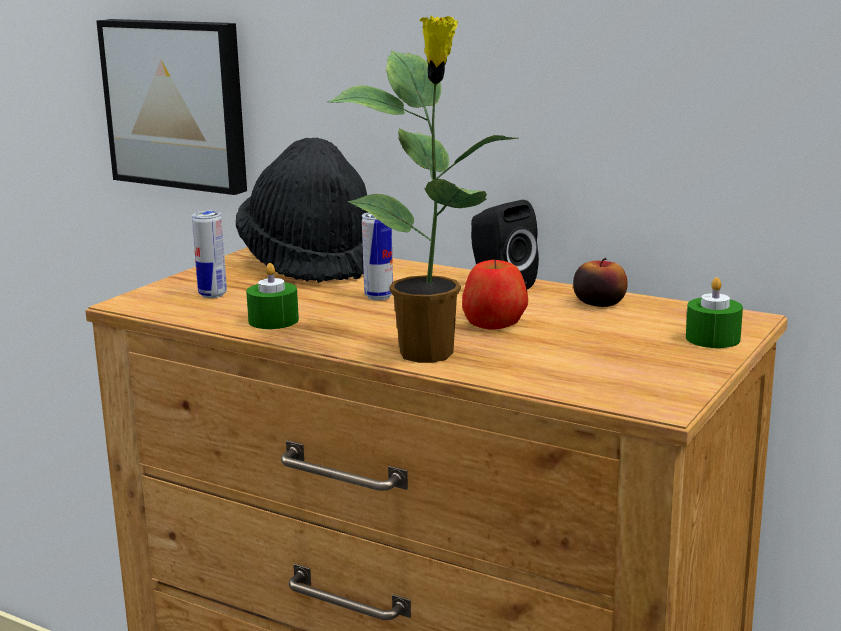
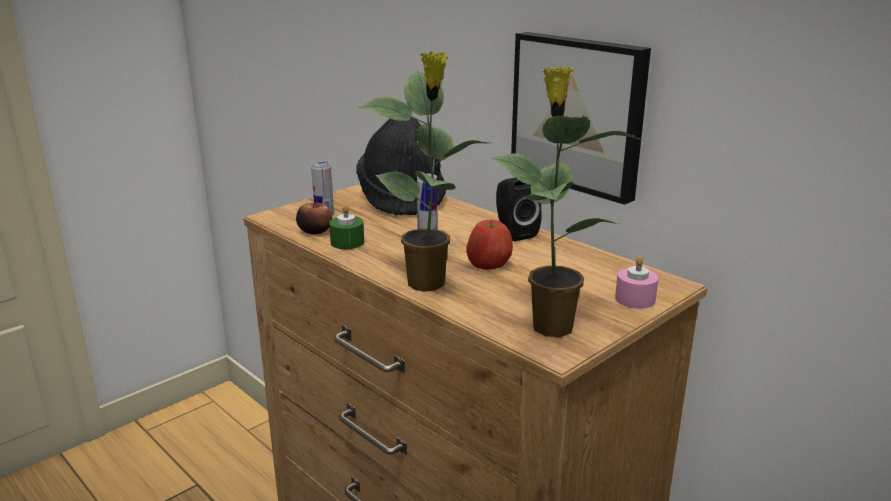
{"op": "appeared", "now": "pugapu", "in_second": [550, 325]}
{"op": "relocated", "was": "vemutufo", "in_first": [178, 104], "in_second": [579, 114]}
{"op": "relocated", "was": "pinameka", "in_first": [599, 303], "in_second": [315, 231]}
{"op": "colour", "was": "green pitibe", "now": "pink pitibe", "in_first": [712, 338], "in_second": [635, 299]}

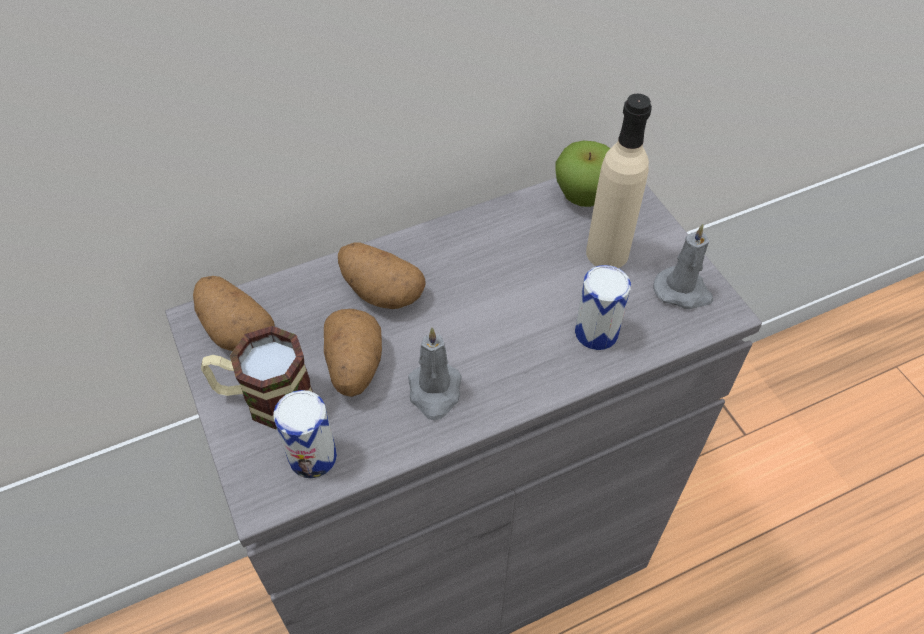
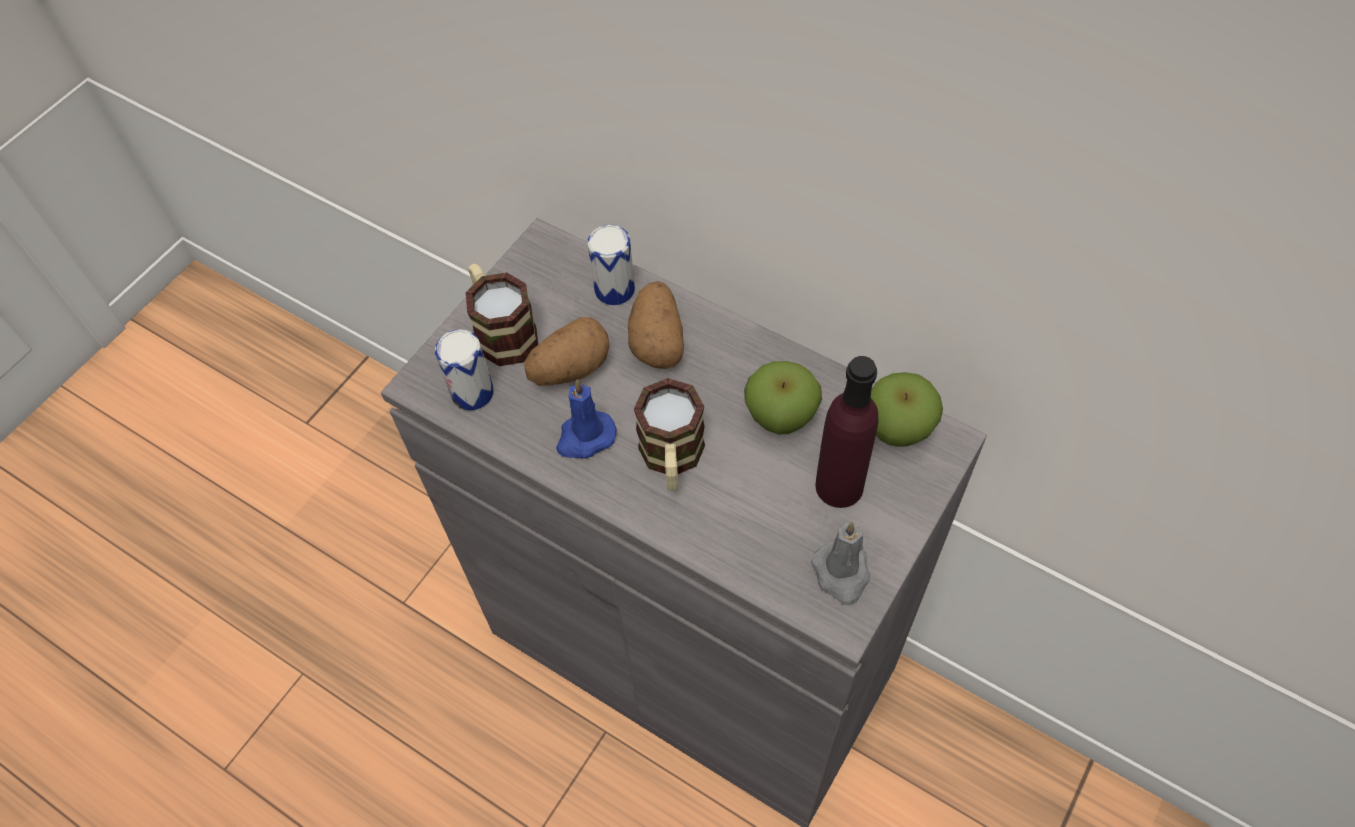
{"op": "missing", "was": "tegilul", "in_first": [235, 329]}
{"op": "appeared", "now": "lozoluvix", "in_second": [672, 460]}
{"op": "appeared", "now": "pinameka", "in_second": [780, 418]}
{"op": "relocated", "was": "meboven", "in_first": [596, 332], "in_second": [614, 289]}
{"op": "colour", "was": "grey pitibe", "now": "blue pitibe", "in_first": [435, 392], "in_second": [585, 437]}
{"op": "colour", "was": "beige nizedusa", "now": "purple nizedusa", "in_first": [607, 253], "in_second": [839, 486]}

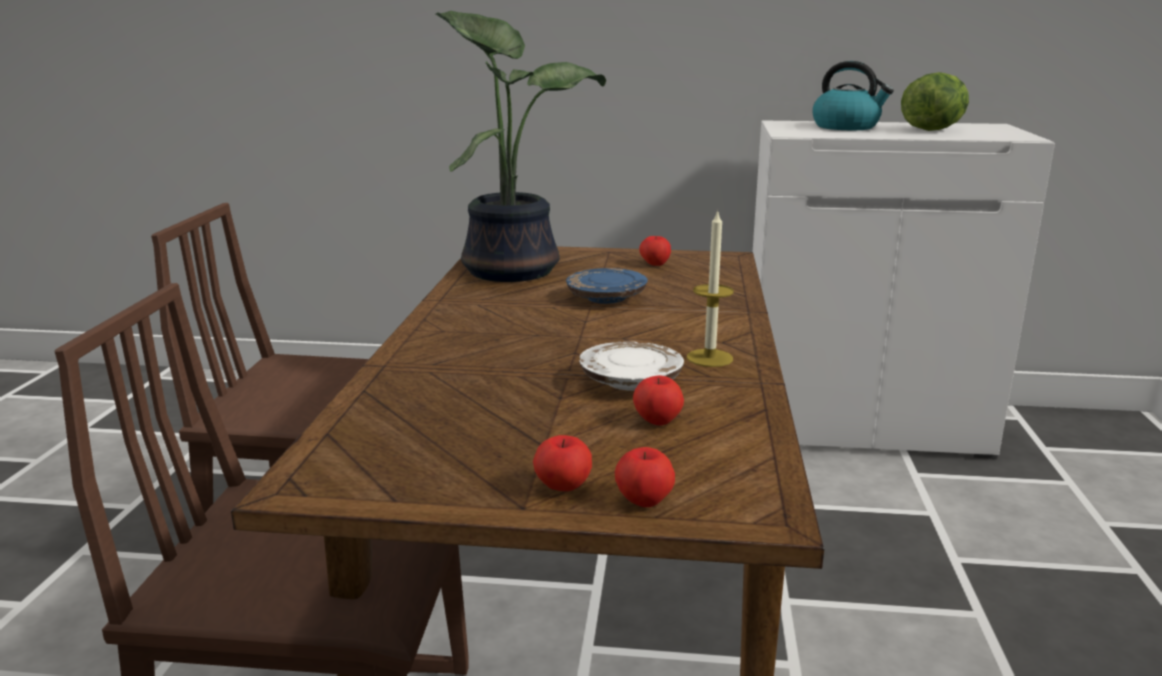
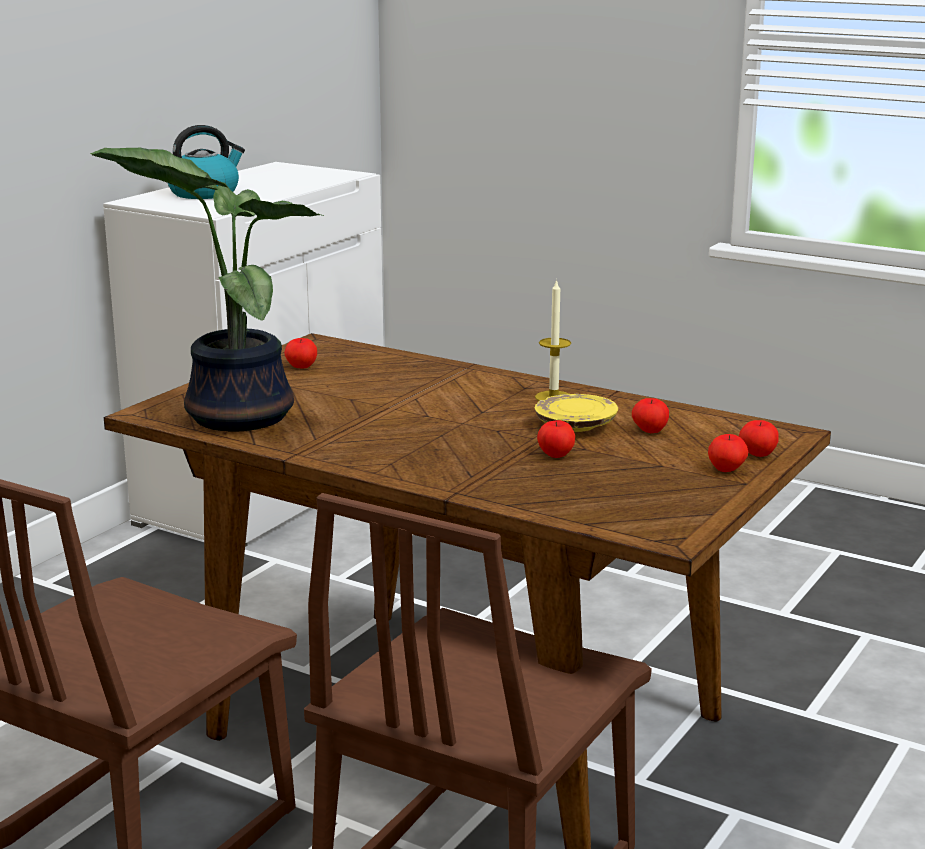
{"op": "missing", "was": "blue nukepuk", "in_first": [606, 298]}
{"op": "missing", "was": "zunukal", "in_first": [933, 130]}
{"op": "appeared", "now": "pinameka", "in_second": [556, 455]}
{"op": "colour", "was": "white nukepuk", "now": "yellow nukepuk", "in_first": [630, 381], "in_second": [575, 425]}

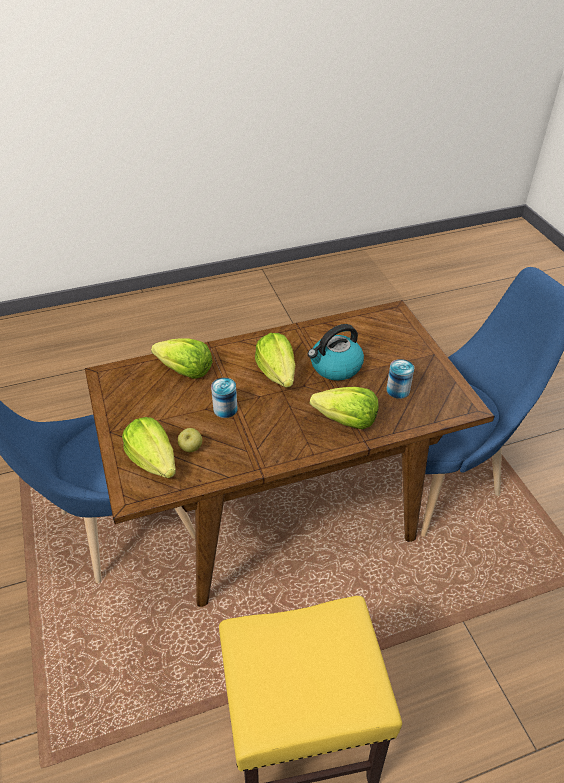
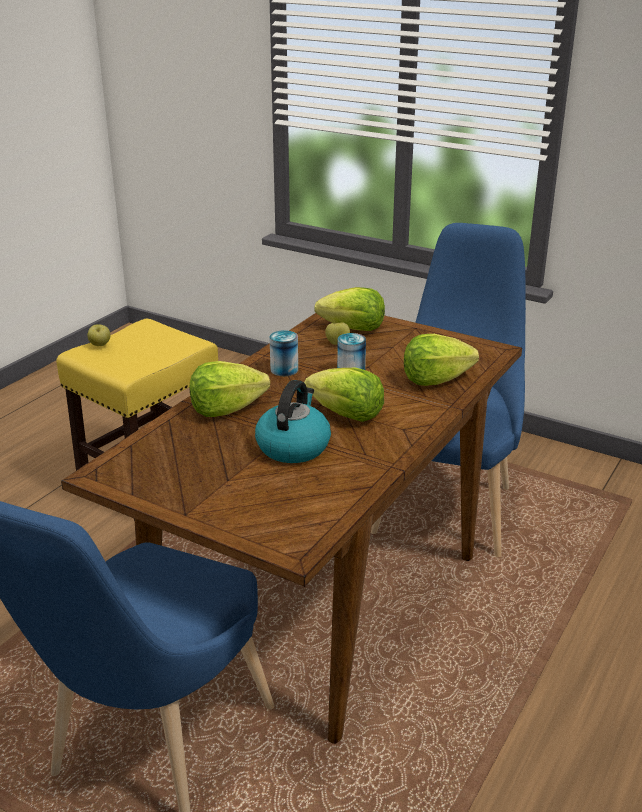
{"op": "appeared", "now": "pinameka", "in_second": [100, 345]}
{"op": "relocated", "was": "meboven", "in_first": [398, 390], "in_second": [284, 370]}

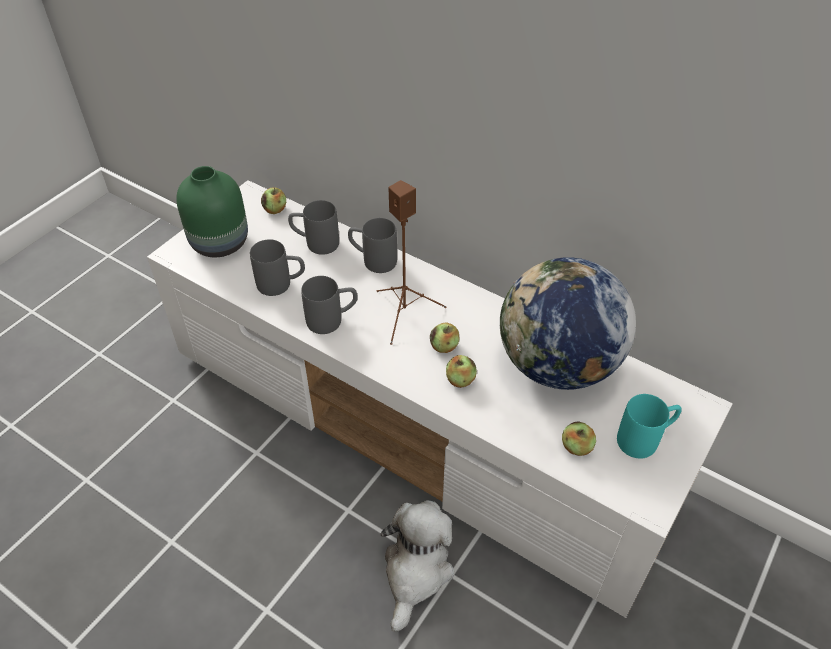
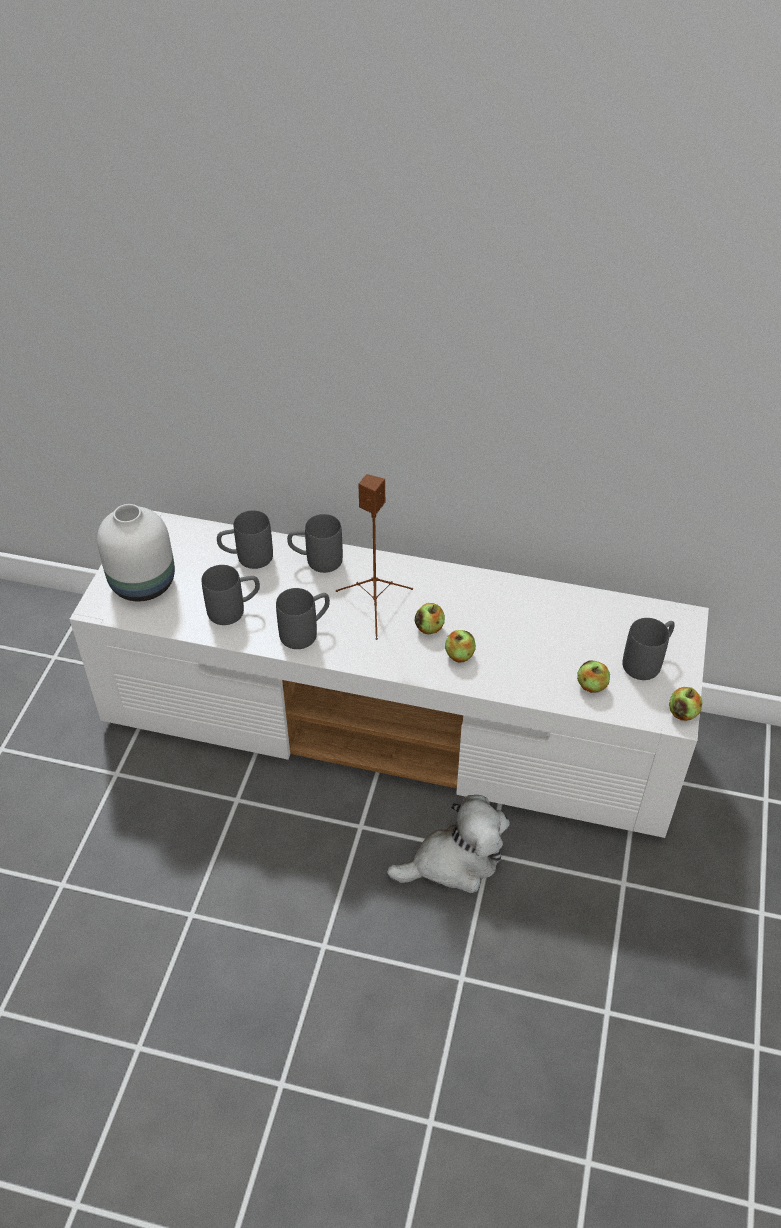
{"op": "missing", "was": "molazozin", "in_first": [557, 366]}
{"op": "relocated", "was": "pinameka", "in_first": [275, 210], "in_second": [682, 713]}
{"op": "colour", "was": "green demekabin", "now": "white demekabin", "in_first": [219, 242], "in_second": [141, 583]}
{"op": "colour", "was": "turquoise lozoluvix", "now": "grey lozoluvix", "in_first": [645, 439], "in_second": [647, 661]}
{"op": "spun", "was": "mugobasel", "in_first": [416, 571], "in_second": [454, 861], "clockwise": 75}

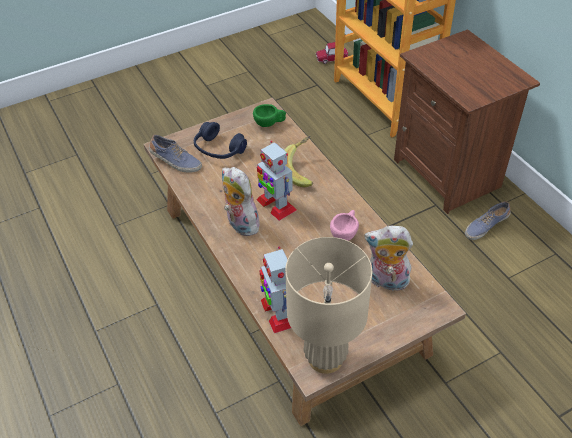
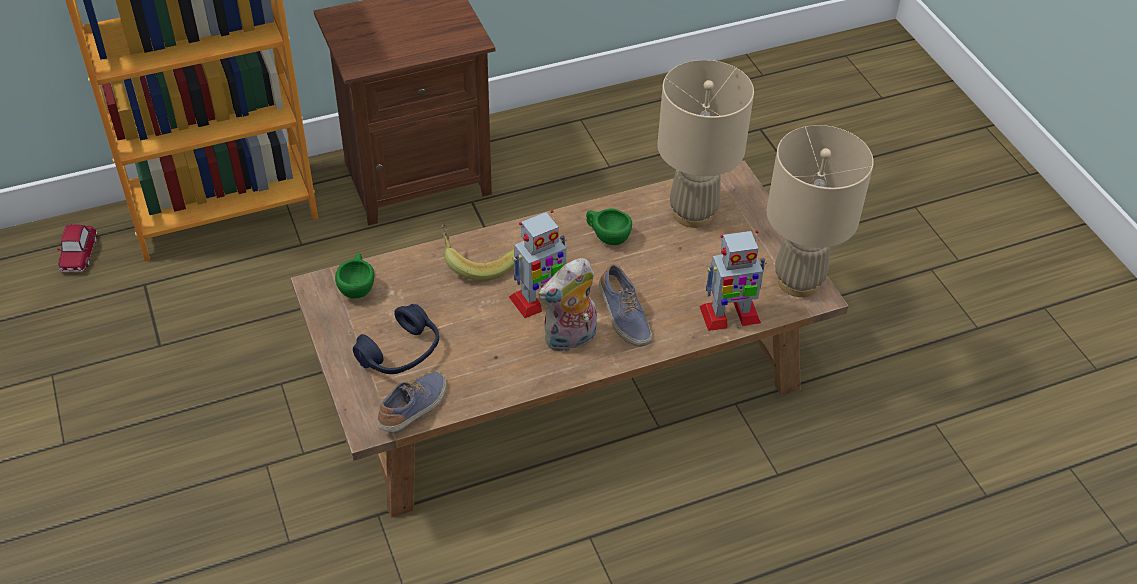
{"op": "relocated", "was": "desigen", "in_first": [485, 226], "in_second": [623, 316]}
{"op": "exchanged", "was": "mugobasel", "now": "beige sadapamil", "in_first": [386, 281], "in_second": [692, 213]}
{"op": "colour", "was": "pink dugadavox", "now": "green dugadavox", "in_first": [345, 232], "in_second": [607, 236]}

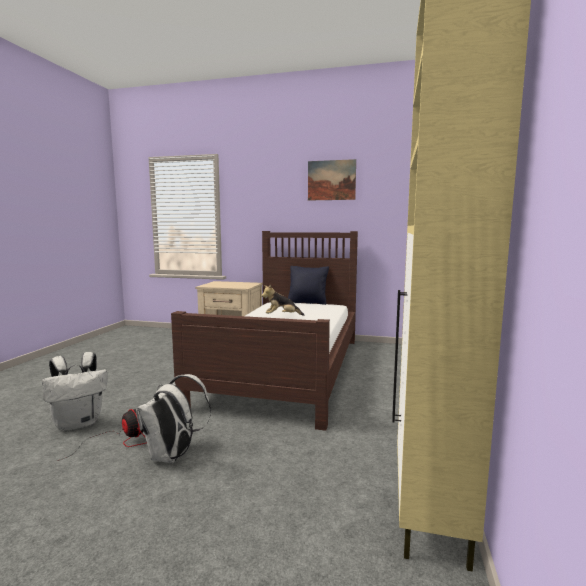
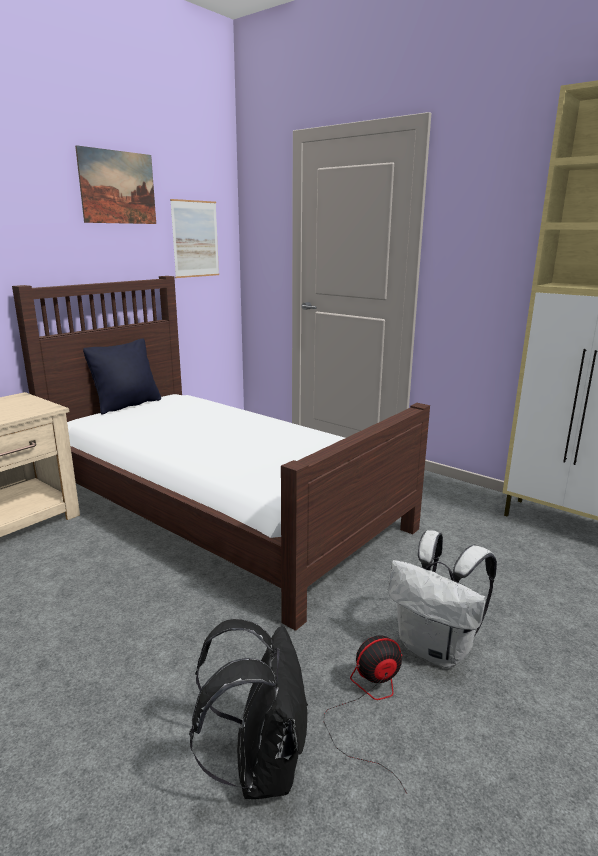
{"op": "missing", "was": "mugobasel", "in_first": [281, 316]}
{"op": "appeared", "now": "vemutufo", "in_second": [195, 239]}
{"op": "colour", "was": "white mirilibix", "now": "black mirilibix", "in_first": [79, 423], "in_second": [260, 765]}

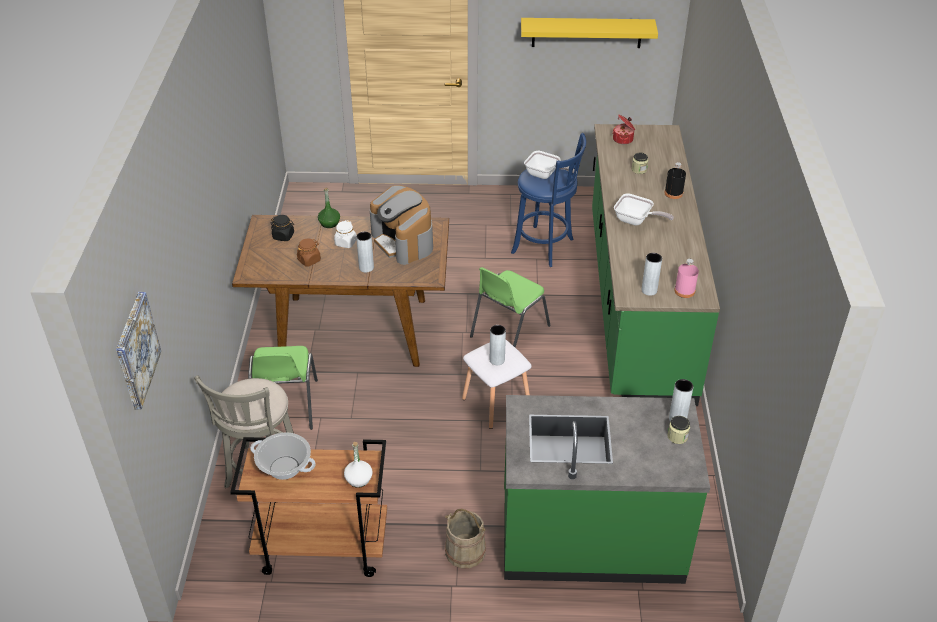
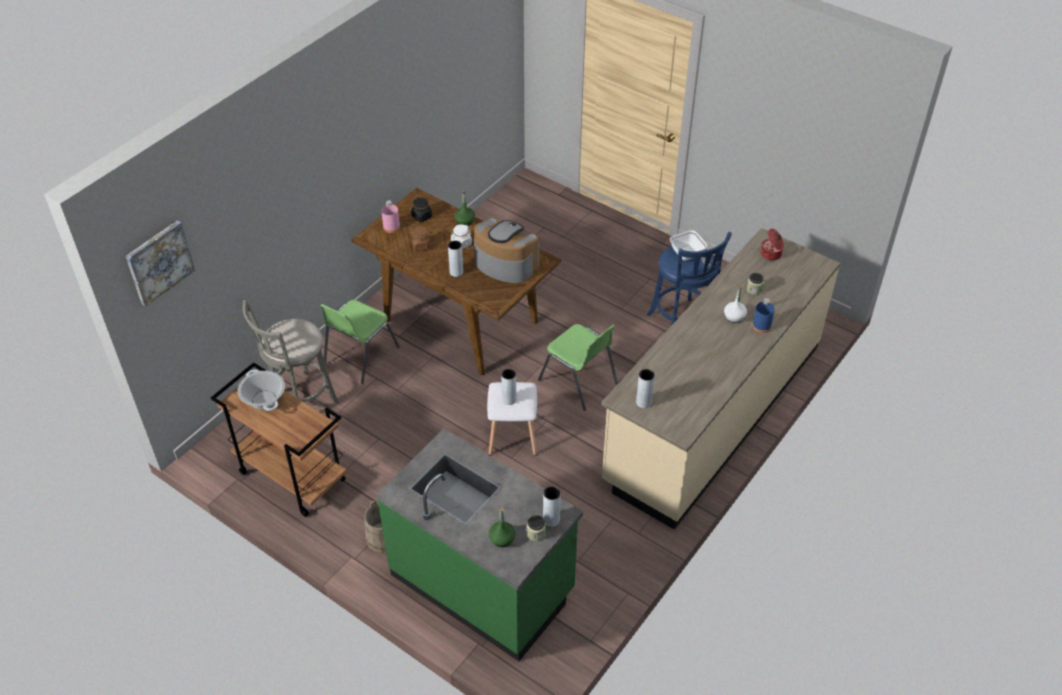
{"op": "missing", "was": "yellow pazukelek", "in_first": [586, 32]}
{"op": "missing", "was": "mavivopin", "in_first": [636, 221]}
{"op": "appeared", "now": "green nizedusa", "in_second": [502, 539]}
{"op": "relocated", "was": "white nizedusa", "in_first": [359, 479], "in_second": [734, 317]}
{"op": "relocated", "was": "pink nizedusa", "in_first": [684, 291], "in_second": [391, 227]}
{"op": "colour", "was": "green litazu", "now": "beige litazu", "in_first": [637, 303], "in_second": [712, 413]}
{"op": "colour", "was": "black nizedusa", "now": "blue nizedusa", "in_first": [673, 193], "in_second": [761, 326]}
{"op": "spun", "was": "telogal", "in_first": [403, 242], "in_second": [505, 263], "clockwise": 120}
{"op": "spun", "was": "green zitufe", "in_first": [508, 331], "in_second": [579, 382], "clockwise": -120}

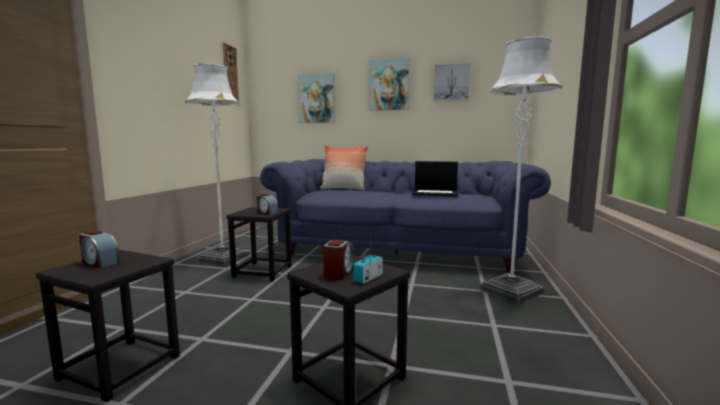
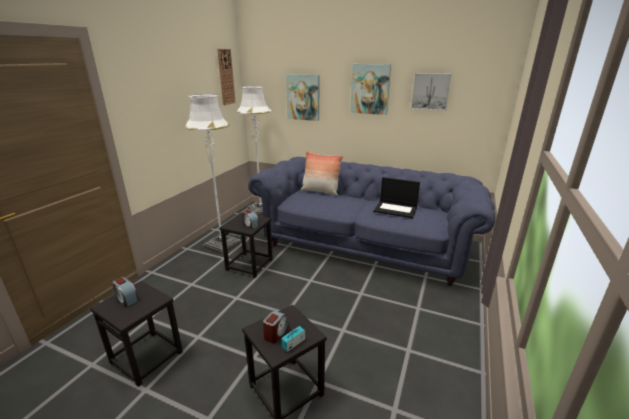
{"op": "relocated", "was": "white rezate", "in_first": [510, 291], "in_second": [261, 211]}

